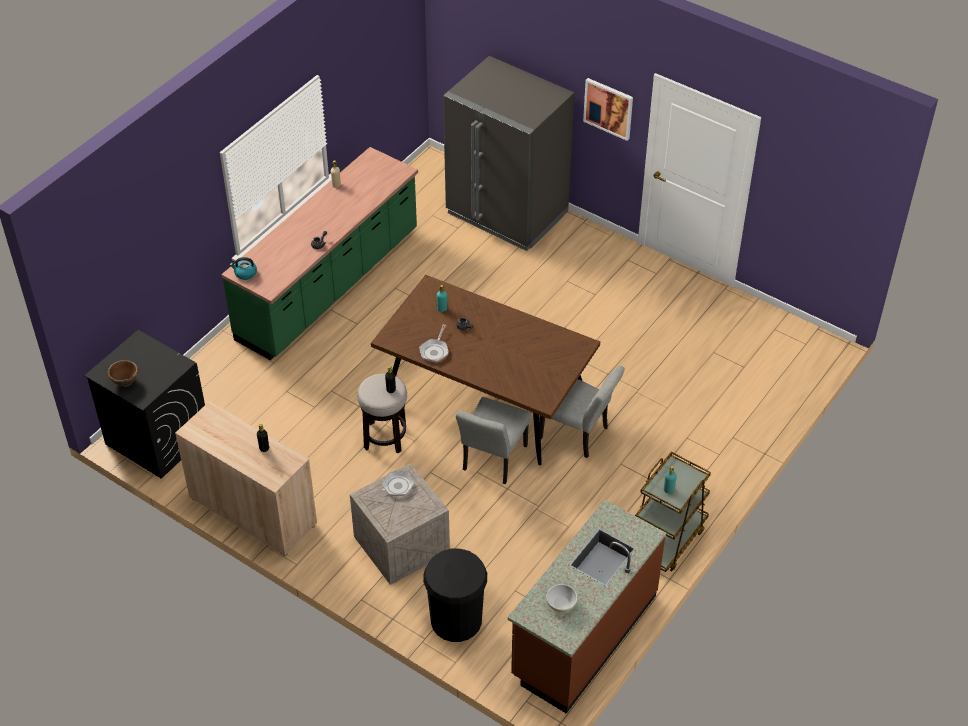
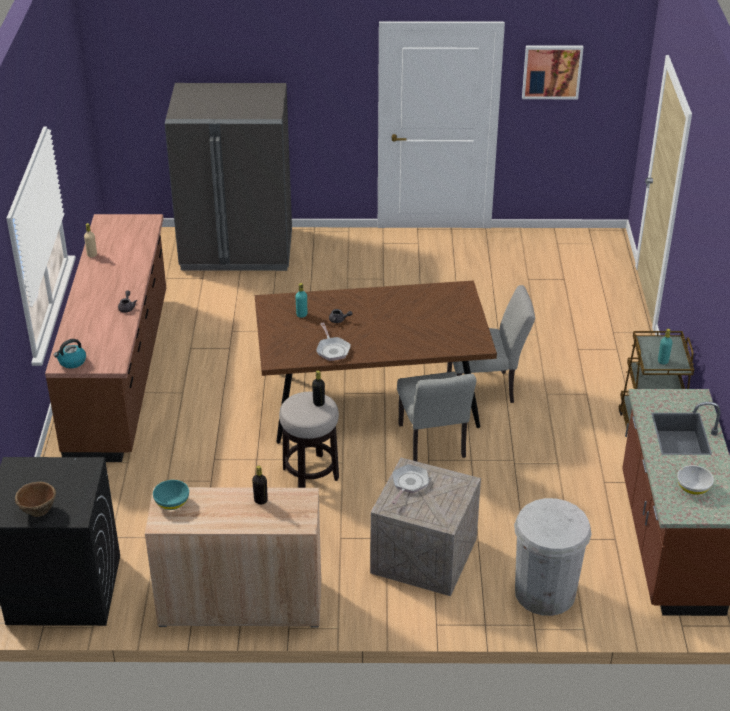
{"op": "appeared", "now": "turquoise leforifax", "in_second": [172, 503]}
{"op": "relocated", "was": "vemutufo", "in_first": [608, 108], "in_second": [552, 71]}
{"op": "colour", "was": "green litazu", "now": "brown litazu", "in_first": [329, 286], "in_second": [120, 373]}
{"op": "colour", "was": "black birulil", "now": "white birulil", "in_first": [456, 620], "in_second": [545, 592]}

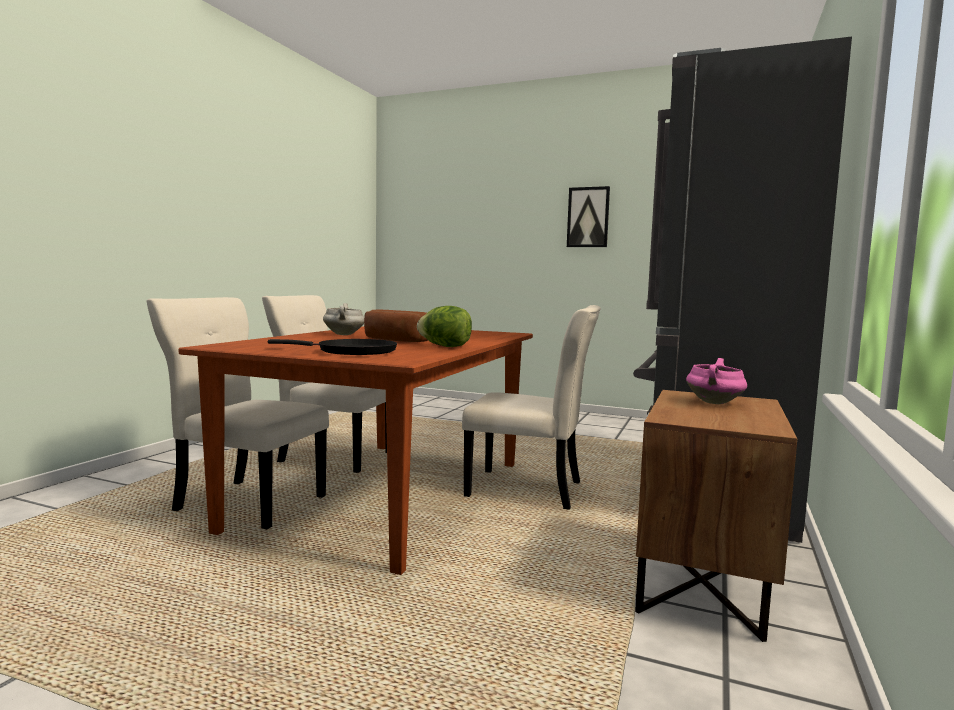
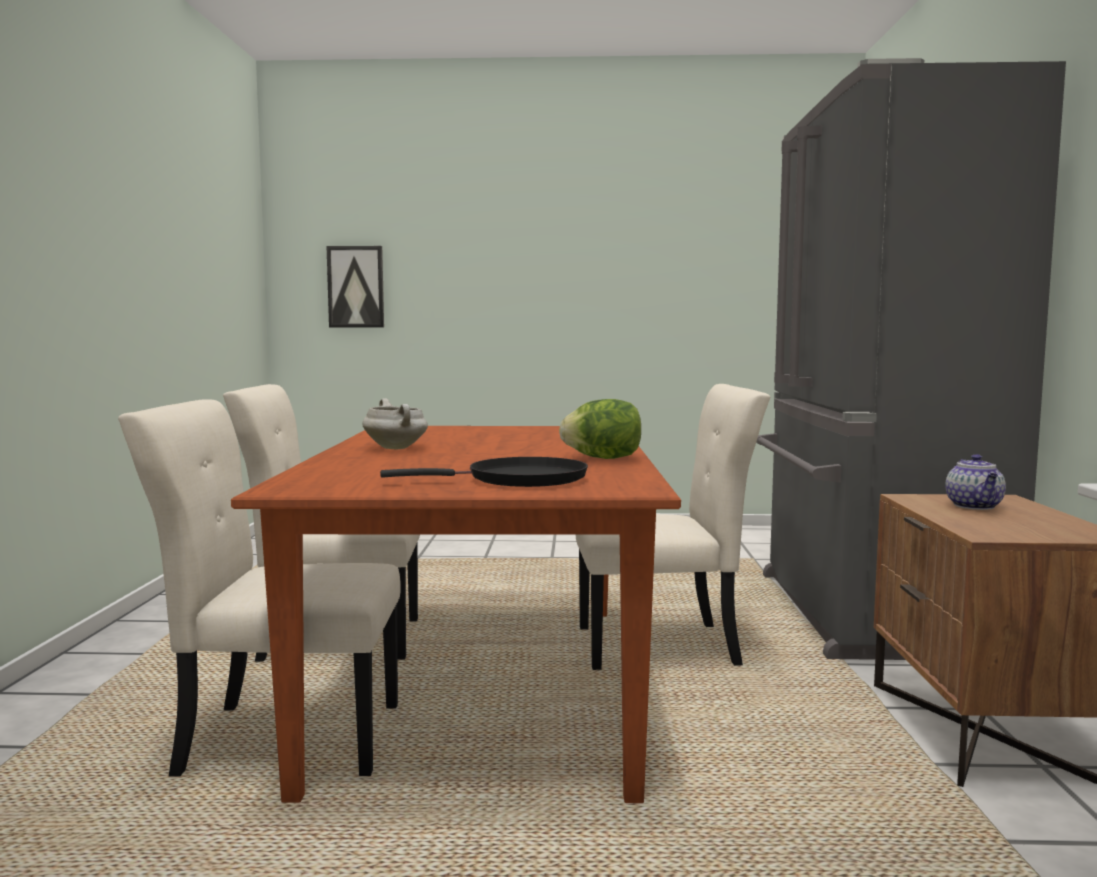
{"op": "missing", "was": "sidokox", "in_first": [394, 340]}
{"op": "relocated", "was": "vemutufo", "in_first": [588, 217], "in_second": [356, 287]}
{"op": "exchanged", "was": "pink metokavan", "now": "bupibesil", "in_first": [715, 403], "in_second": [975, 506]}

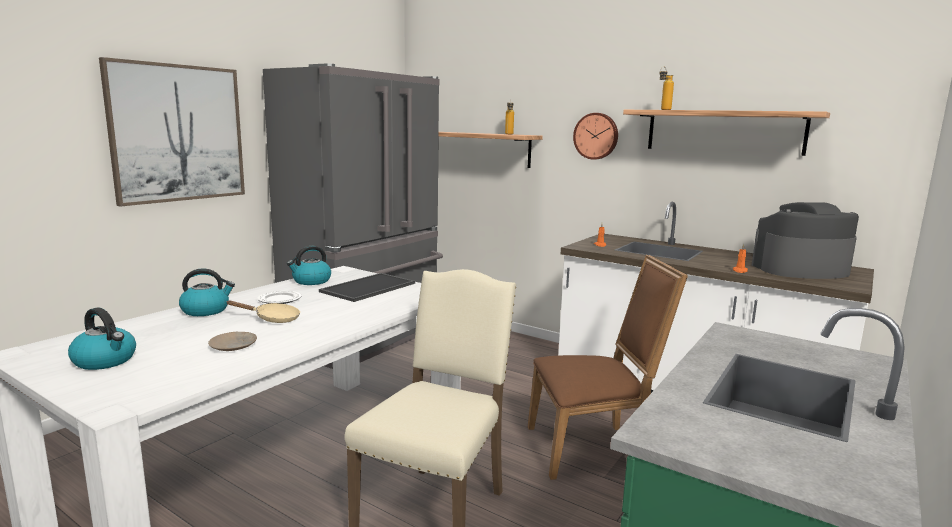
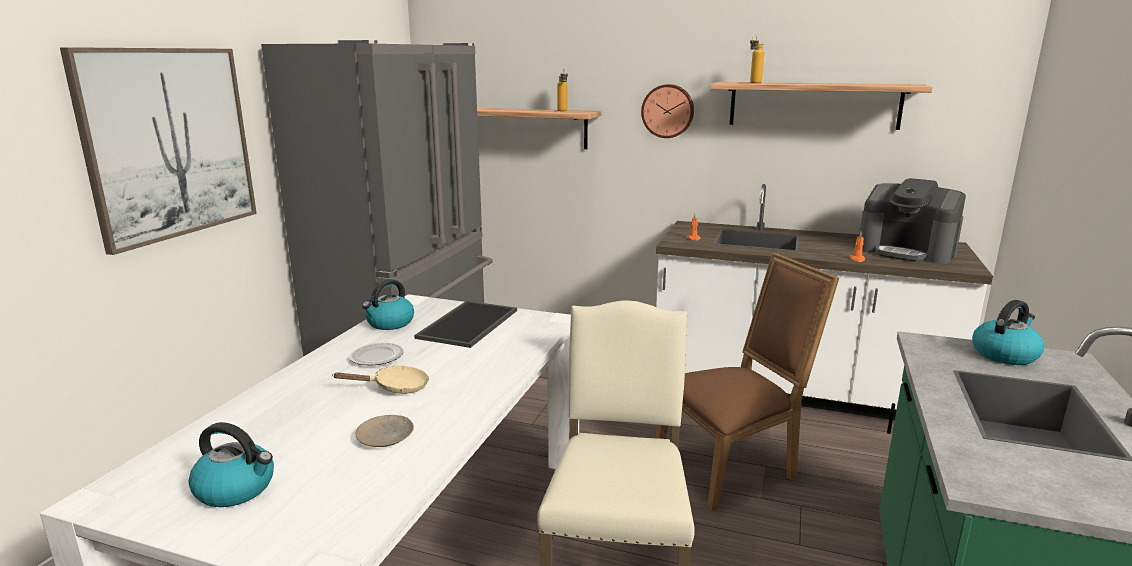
{"op": "relocated", "was": "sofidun", "in_first": [206, 310], "in_second": [1004, 354]}
{"op": "spun", "was": "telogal", "in_first": [799, 269], "in_second": [906, 251], "clockwise": -120}

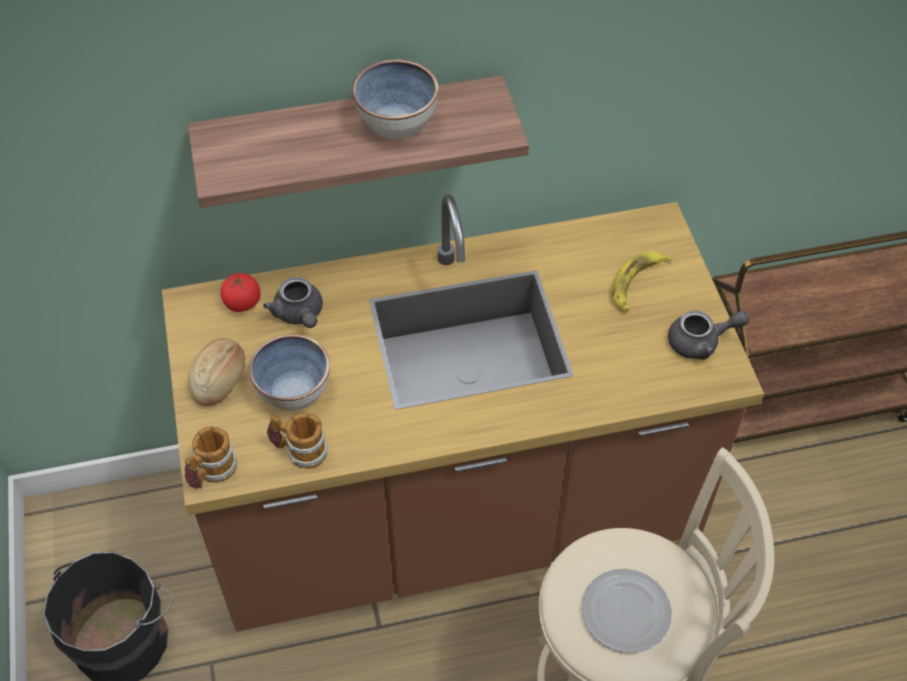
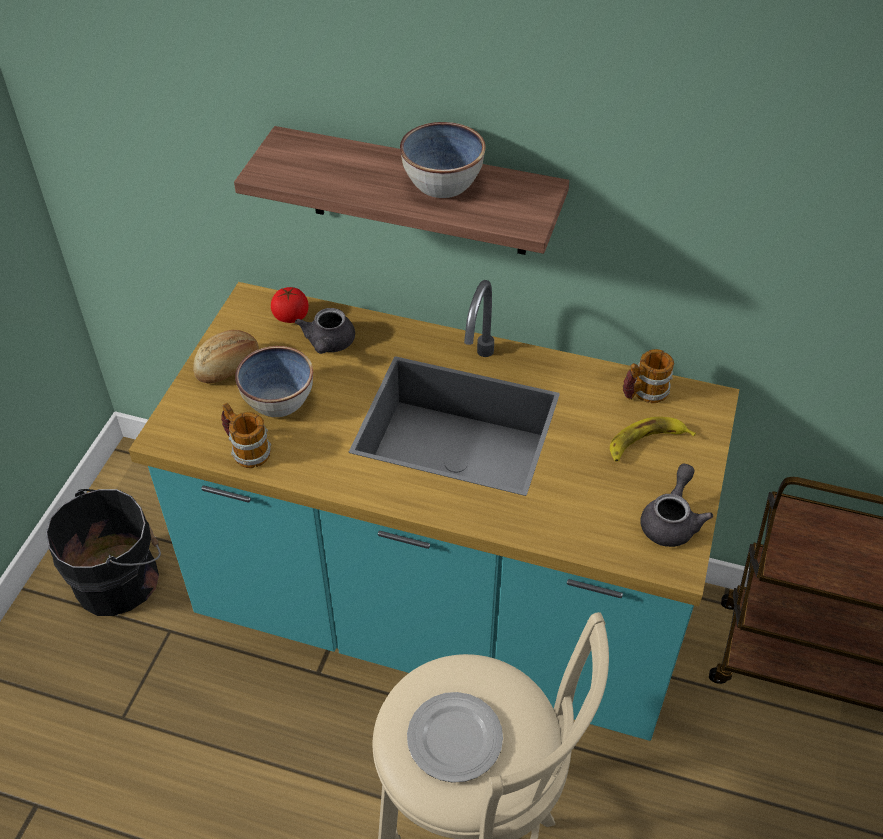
{"op": "relocated", "was": "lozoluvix", "in_first": [211, 473], "in_second": [643, 393]}
{"op": "colour", "was": "brown litazu", "now": "turquoise litazu", "in_first": [453, 516], "in_second": [441, 613]}
{"op": "spun", "was": "grey bupibesil", "in_first": [701, 342], "in_second": [671, 521], "clockwise": -90}

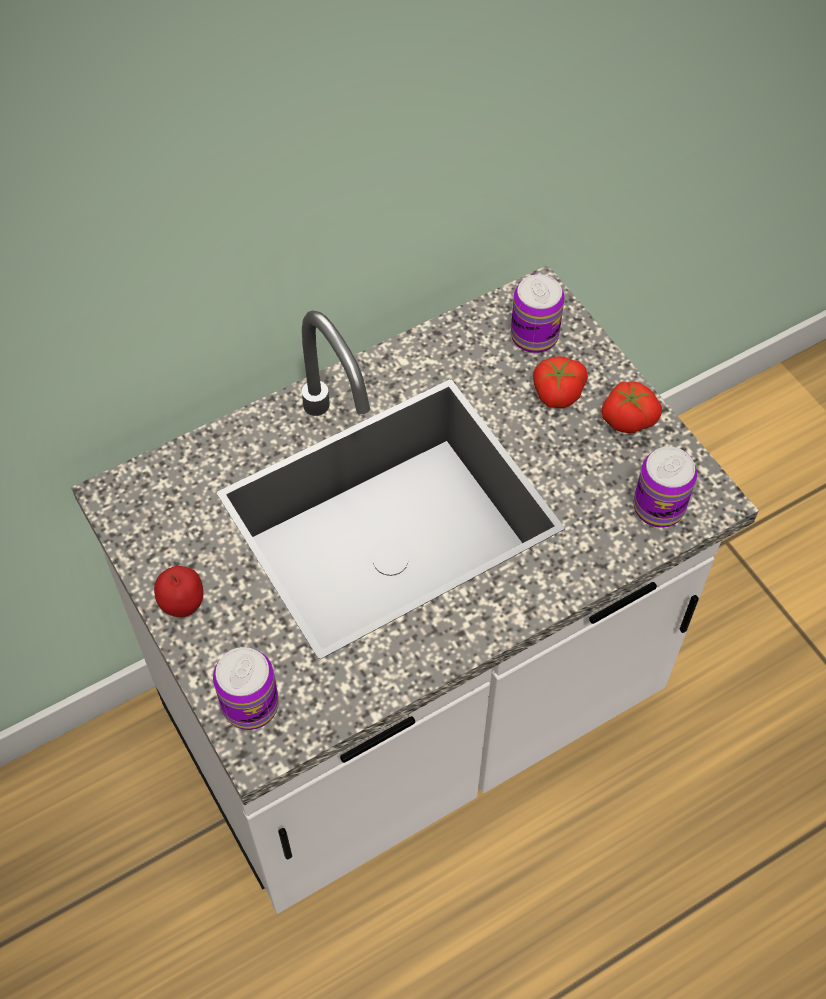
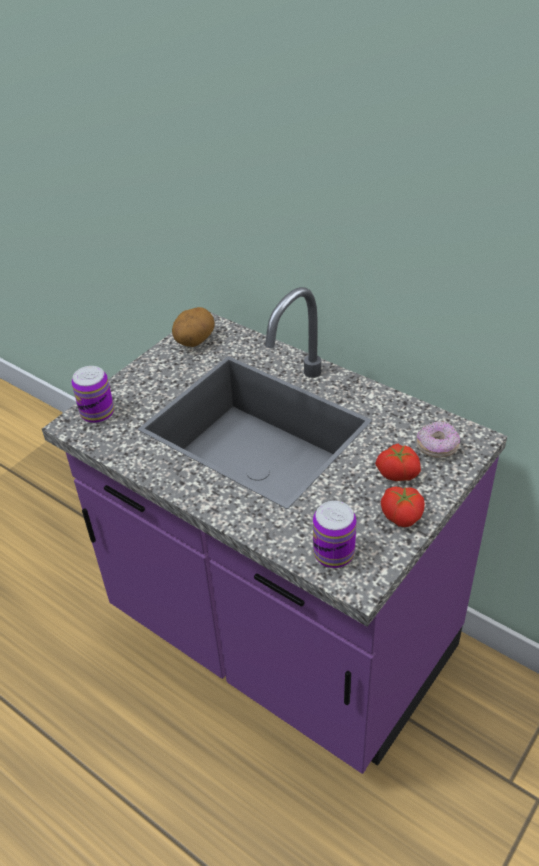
{"op": "missing", "was": "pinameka", "in_first": [183, 606]}
{"op": "appeared", "now": "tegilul", "in_second": [194, 341]}
{"op": "exchanged", "was": "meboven", "now": "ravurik", "in_first": [534, 336], "in_second": [437, 447]}
{"op": "colour", "was": "white litazu", "now": "purple litazu", "in_first": [413, 712], "in_second": [280, 637]}

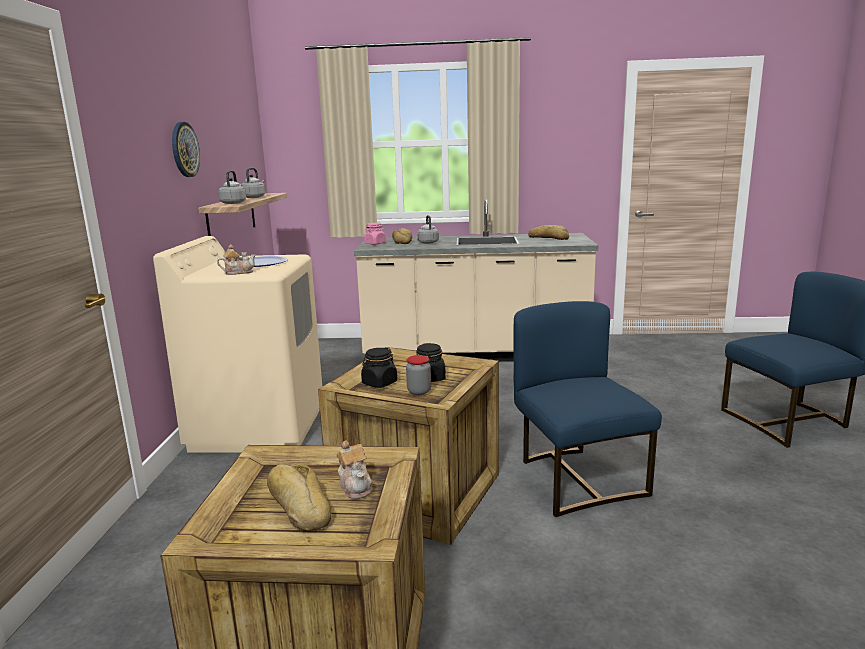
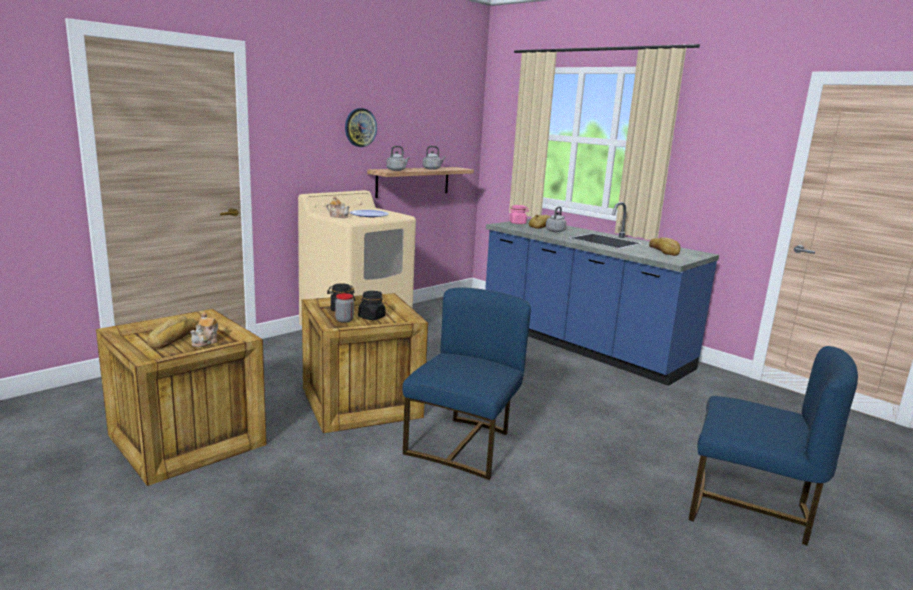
{"op": "colour", "was": "beige litazu", "now": "blue litazu", "in_first": [475, 354], "in_second": [581, 345]}

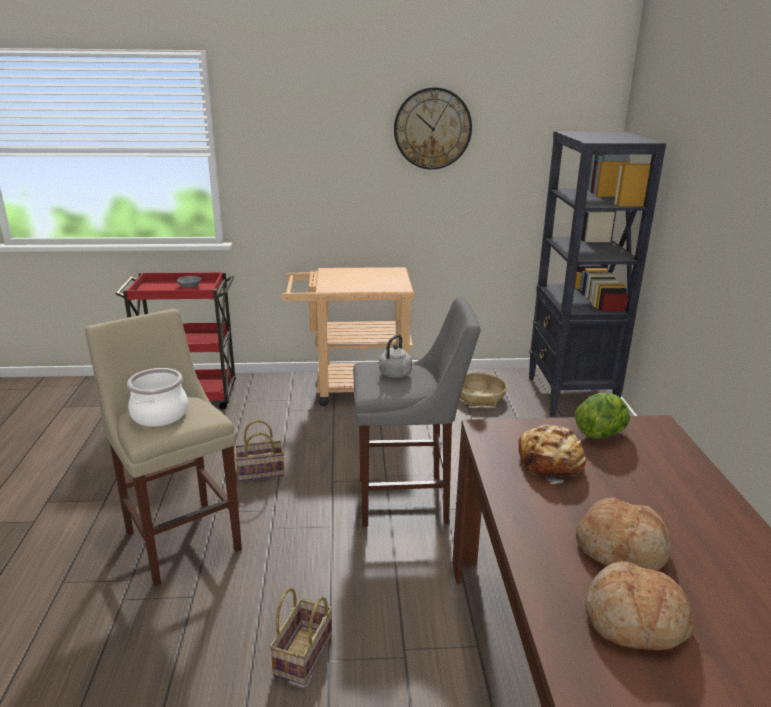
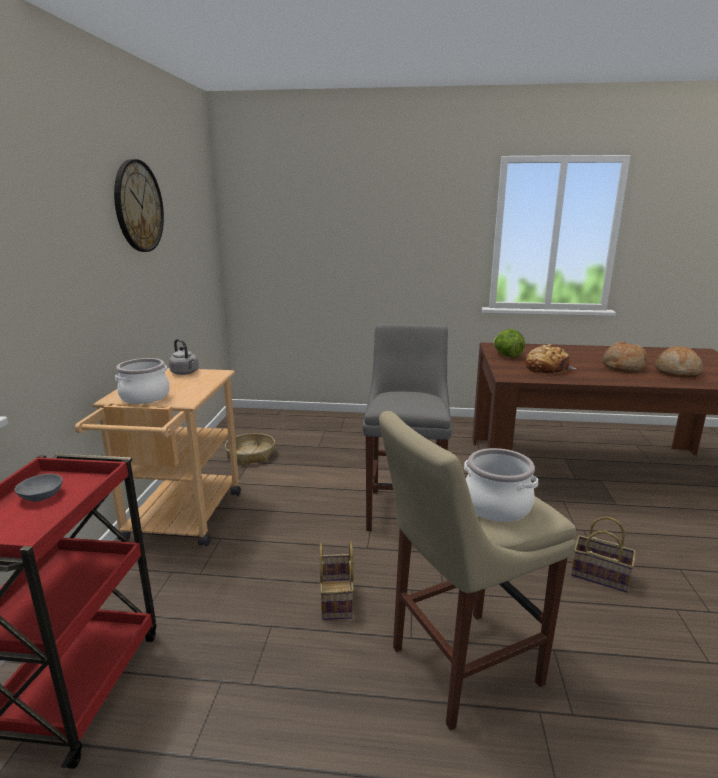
{"op": "missing", "was": "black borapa", "in_first": [570, 396]}
{"op": "appeared", "now": "metokavan", "in_second": [145, 397]}
{"op": "relocated", "was": "grey sofidun", "in_first": [394, 374], "in_second": [185, 373]}

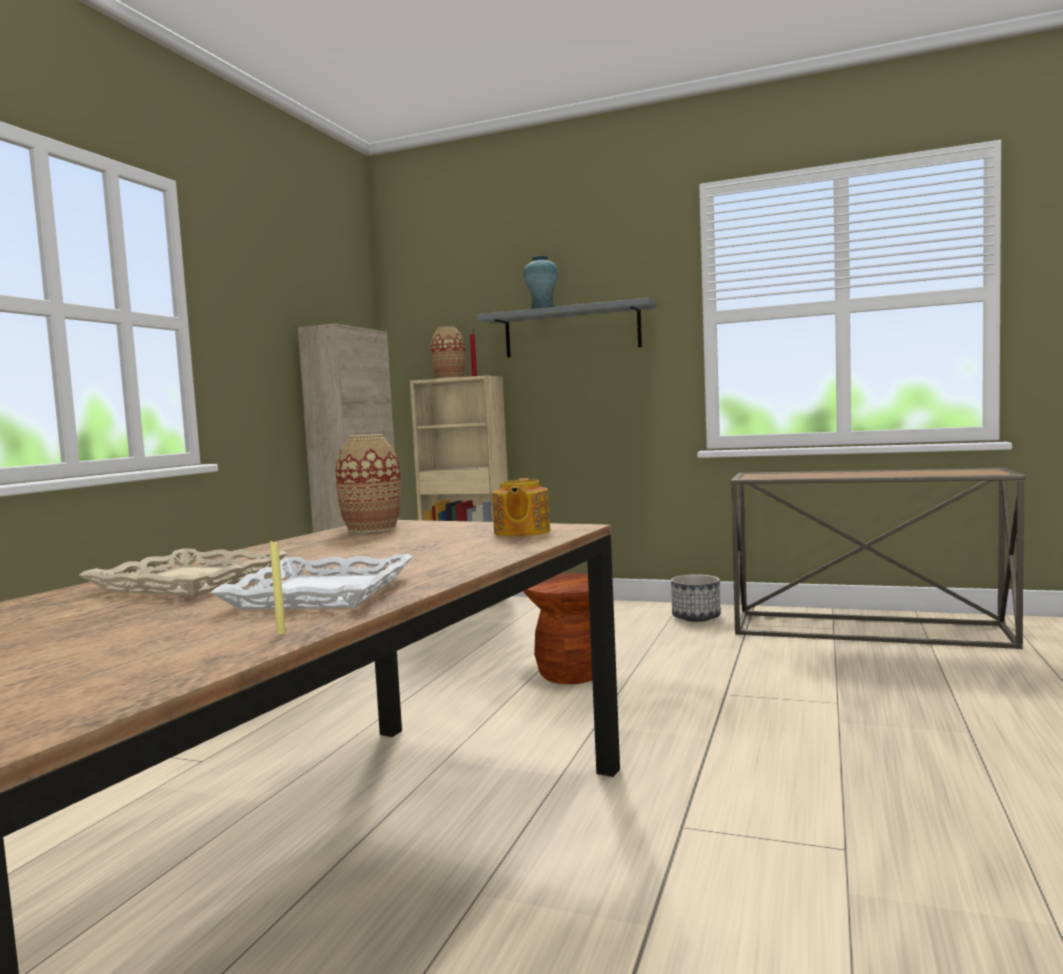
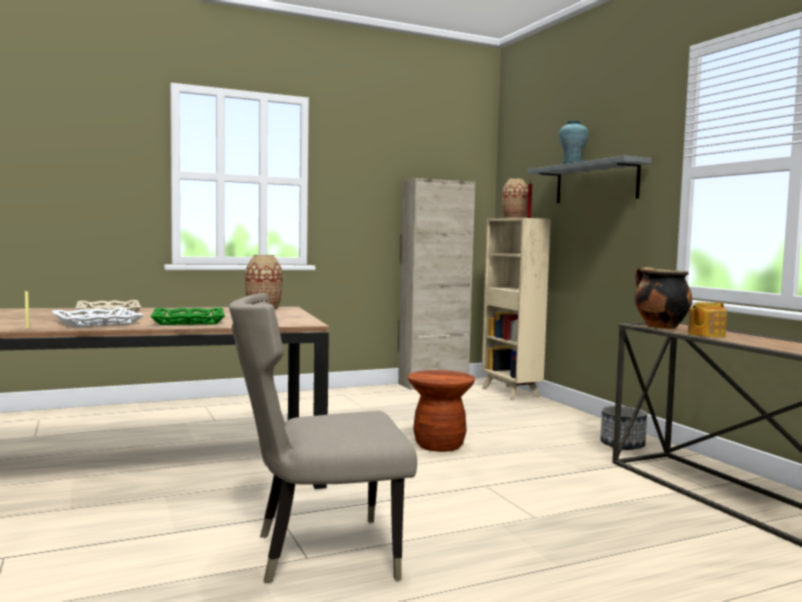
{"op": "appeared", "now": "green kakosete", "in_second": [188, 321]}
{"op": "appeared", "now": "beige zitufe", "in_second": [319, 553]}
{"op": "appeared", "now": "metokavan", "in_second": [659, 327]}
{"op": "relocated", "was": "bupibesil", "in_first": [521, 532], "in_second": [705, 334]}

